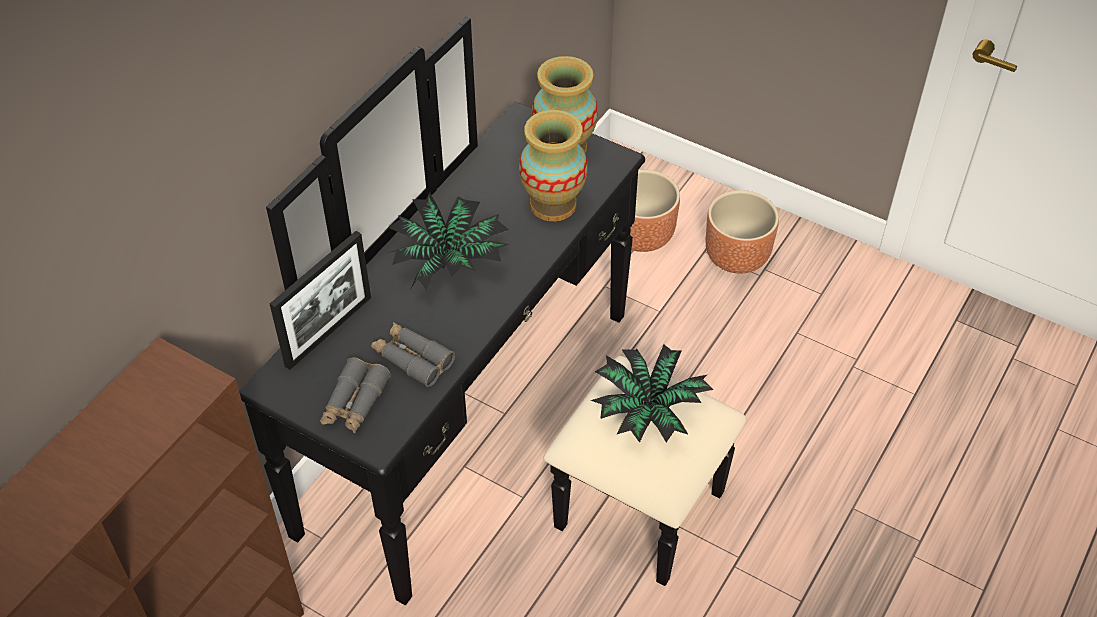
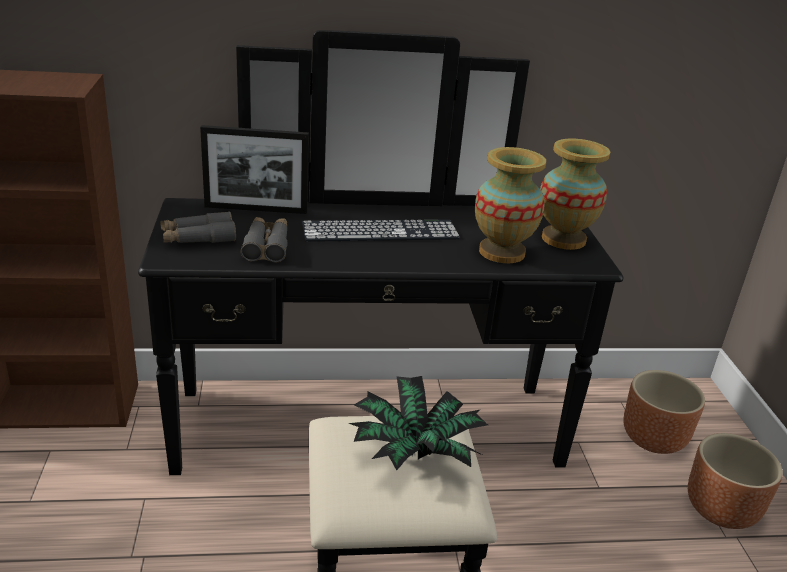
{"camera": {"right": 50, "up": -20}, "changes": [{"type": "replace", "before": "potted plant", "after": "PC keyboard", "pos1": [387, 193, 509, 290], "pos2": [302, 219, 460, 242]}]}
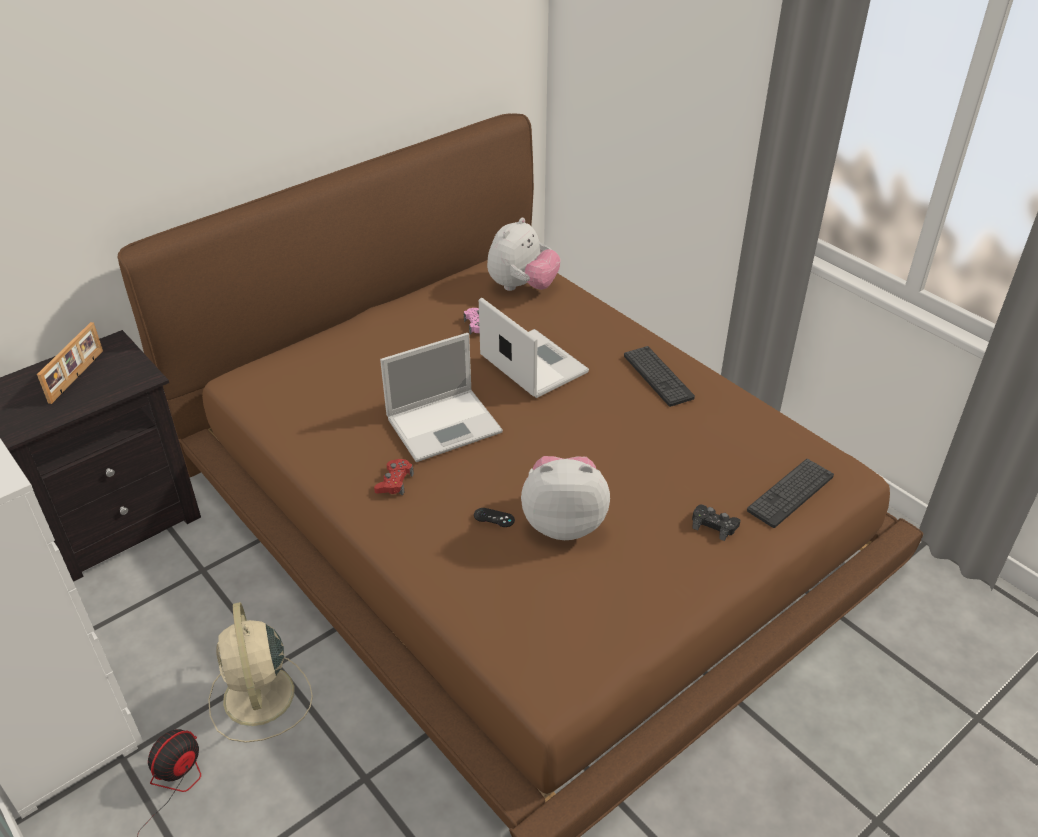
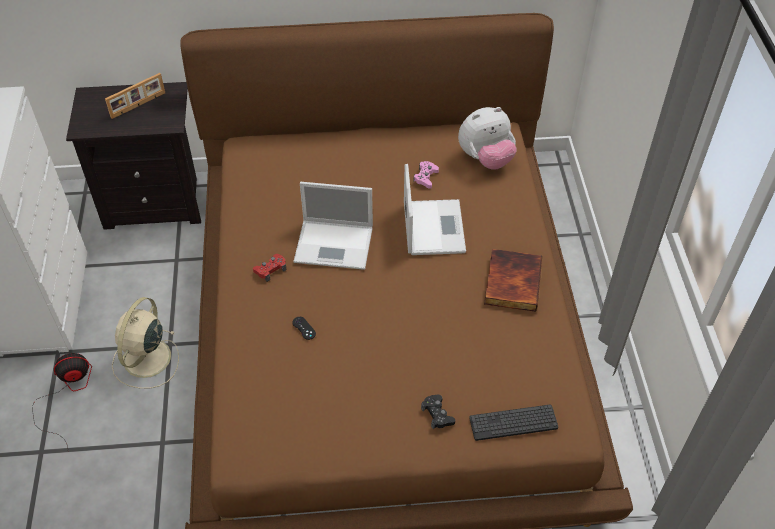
{"camera": {"right": 35, "up": 10}, "changes": [{"type": "replace", "before": "PC keyboard", "after": "book", "pos1": [624, 346, 695, 407], "pos2": [484, 249, 542, 312]}, {"type": "delete", "before": "cuddly toy", "pos1": [521, 456, 610, 540]}]}
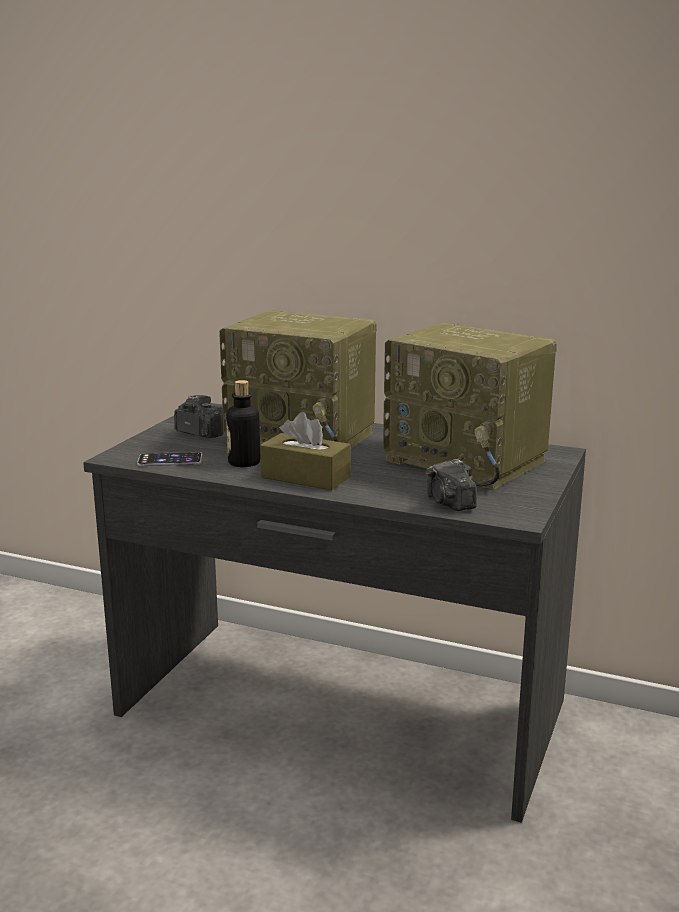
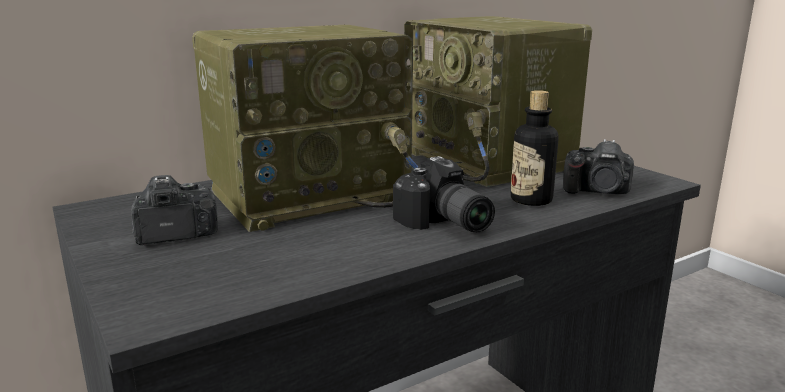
{"camera": {"right": -55, "up": 0}, "changes": [{"type": "replace", "before": "brown-coloured tissue box", "after": "still camera", "pos1": [260, 412, 351, 490], "pos2": [393, 156, 495, 232]}, {"type": "rotate", "before": "radio receiver", "pos1": [383, 322, 557, 490], "pos2": [404, 16, 592, 187], "turn": 75}, {"type": "move", "before": "bottle", "pos1": [226, 380, 260, 467], "pos2": [511, 90, 558, 206]}, {"type": "delete", "before": "handset", "pos1": [137, 452, 202, 466]}]}
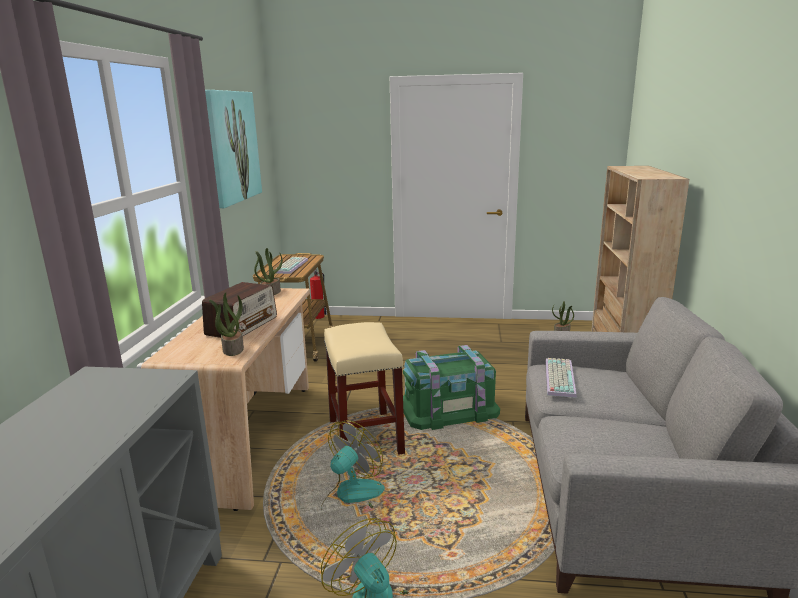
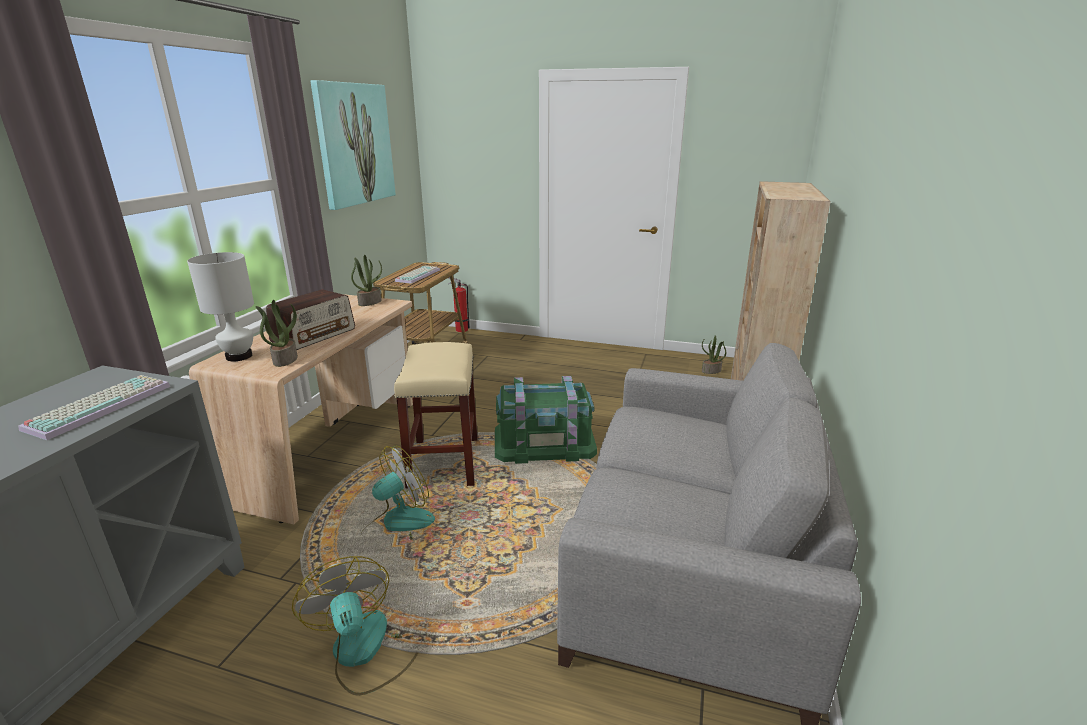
{"camera": {"right": 10, "up": 5}, "changes": [{"type": "move", "before": "PC keyboard", "pos1": [545, 358, 577, 398], "pos2": [18, 375, 171, 440]}, {"type": "insert", "after": "white lamp for a table", "pos2": [187, 252, 254, 361]}]}
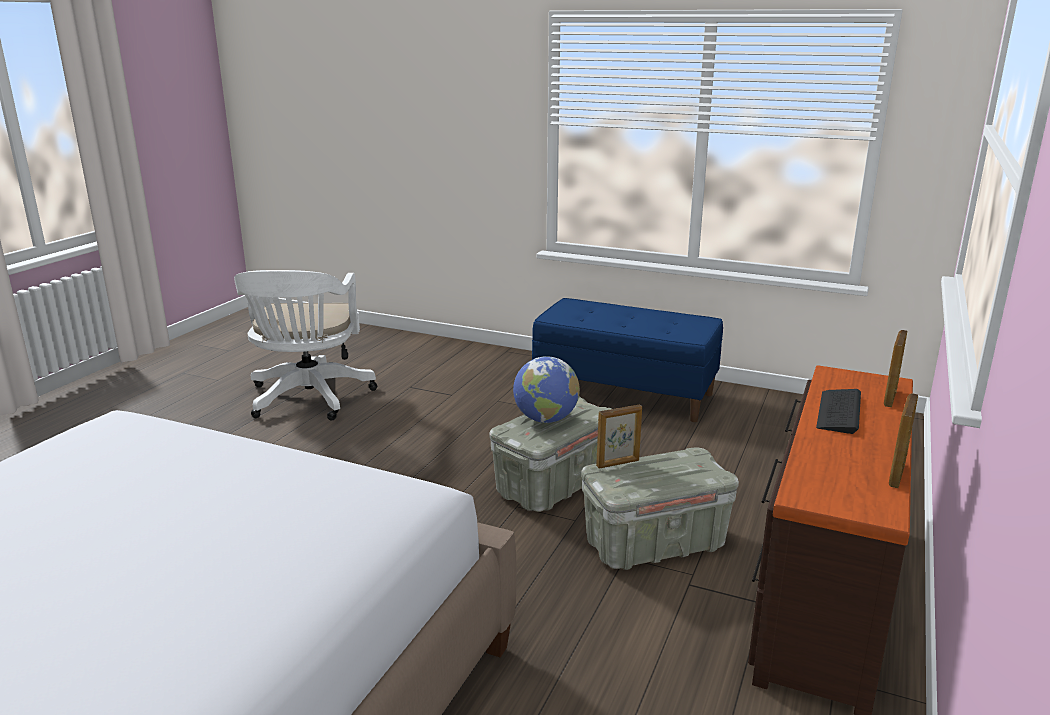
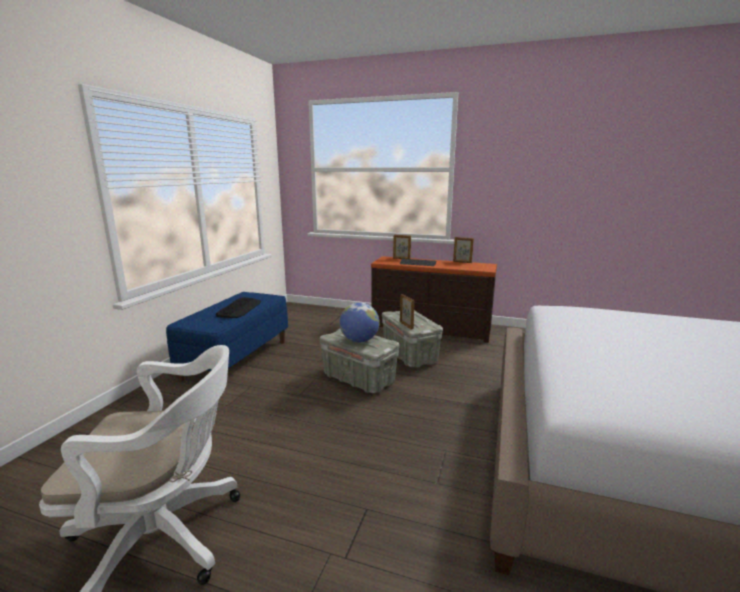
{"camera": {"right": -95, "up": -5}, "changes": [{"type": "insert", "after": "PC keyboard", "pos2": [216, 297, 261, 318]}]}
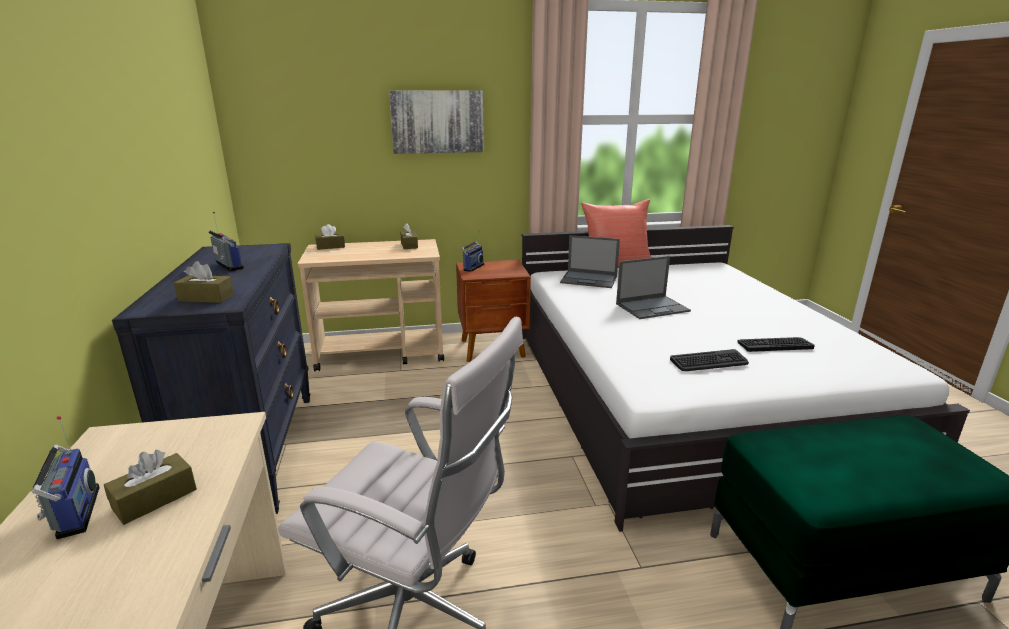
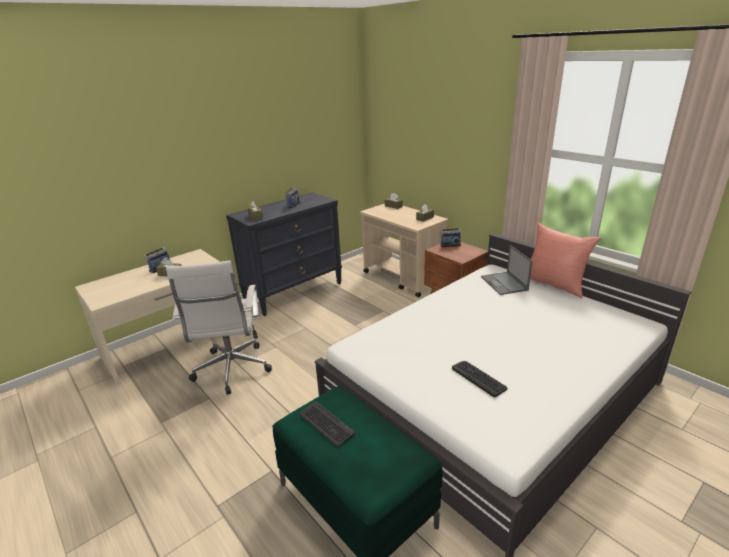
{"camera": {"right": 60, "up": 5}, "changes": [{"type": "move", "before": "PC keyboard", "pos1": [670, 349, 749, 371], "pos2": [300, 401, 355, 447]}, {"type": "delete", "before": "wall art", "pos1": [389, 90, 484, 154]}, {"type": "delete", "before": "portable computer", "pos1": [616, 256, 691, 319]}]}
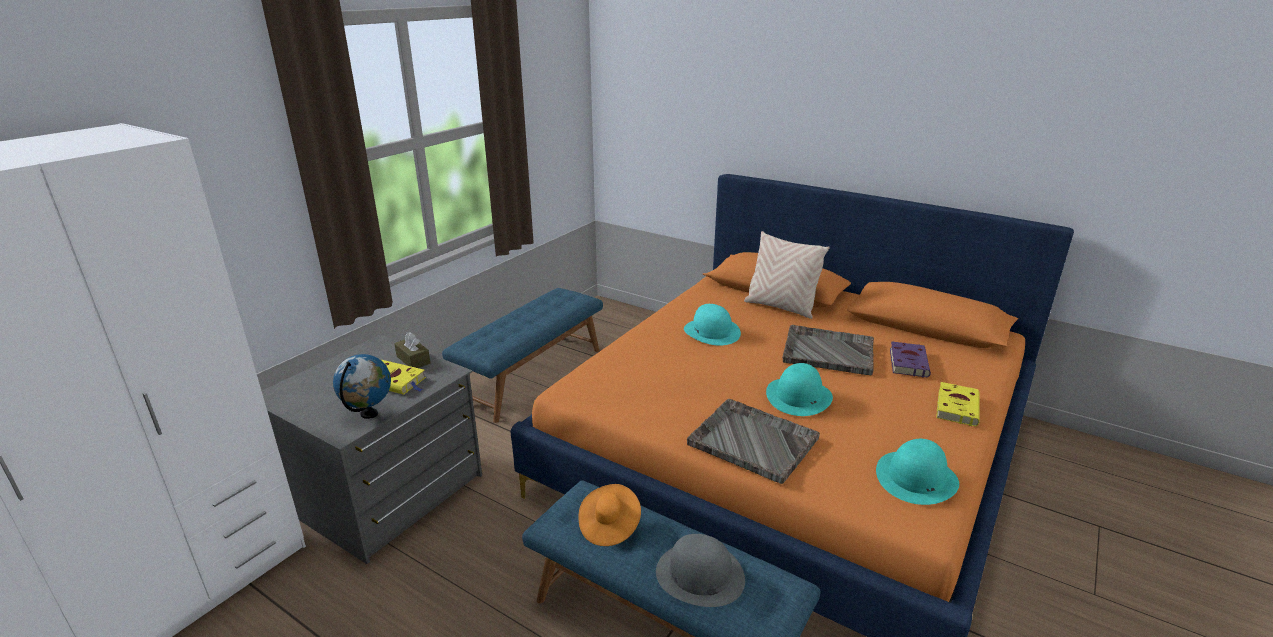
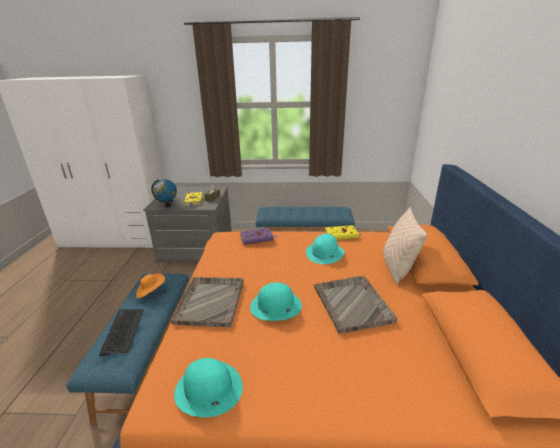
{"camera": {"right": 60, "up": 0}, "changes": [{"type": "replace", "before": "greyish wearable hat", "after": "PC keyboard", "pos1": [656, 534, 745, 607], "pos2": [99, 309, 143, 356]}, {"type": "move", "before": "purple book", "pos1": [890, 341, 931, 377], "pos2": [240, 228, 277, 245]}, {"type": "move", "before": "yellowish book", "pos1": [936, 382, 979, 427], "pos2": [325, 225, 361, 240]}]}
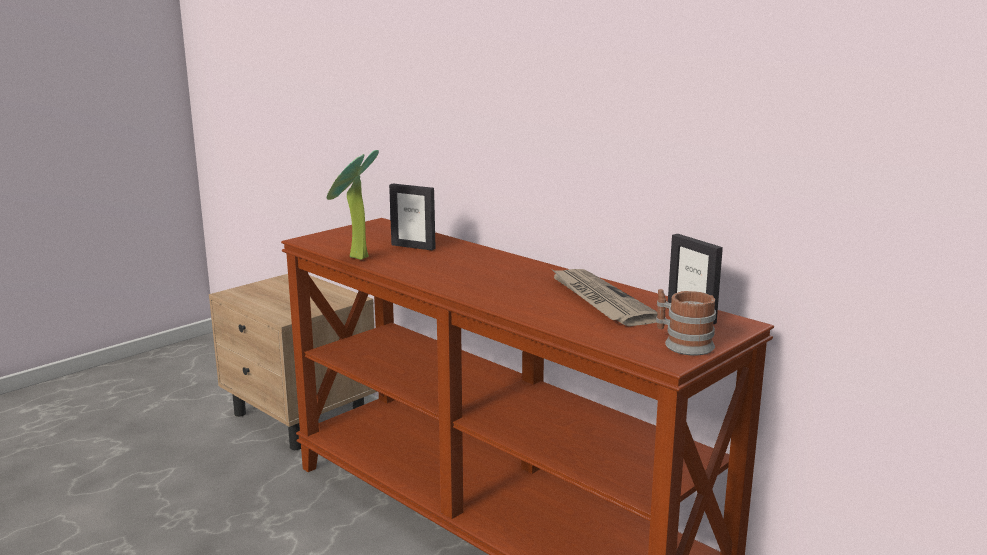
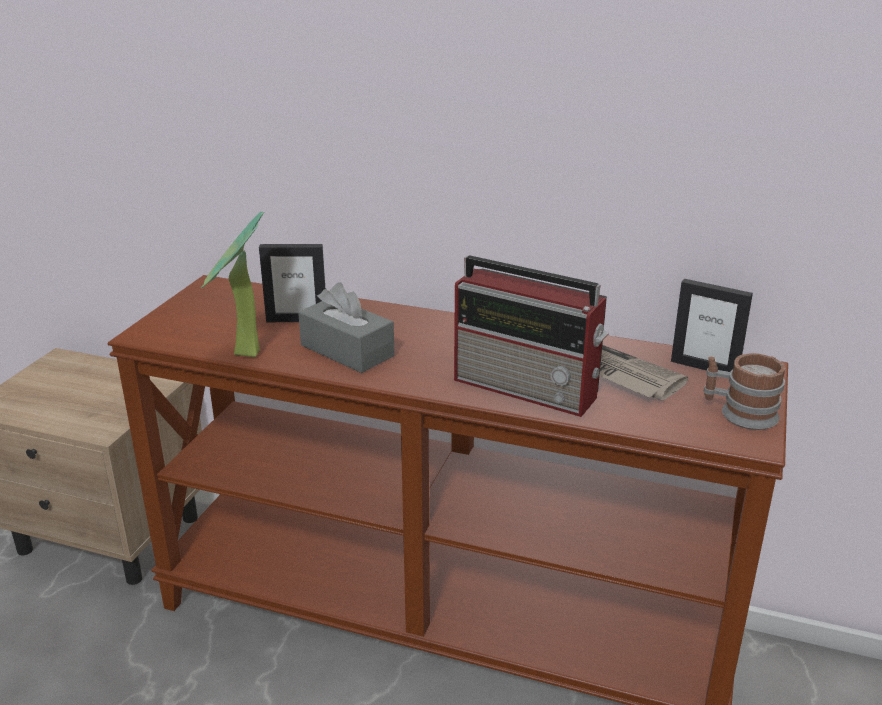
{"camera": {"right": -25, "up": 10}, "changes": [{"type": "insert", "after": "greyish tissue box", "pos2": [298, 282, 395, 373]}, {"type": "insert", "after": "radio receiver", "pos2": [454, 255, 609, 417]}]}
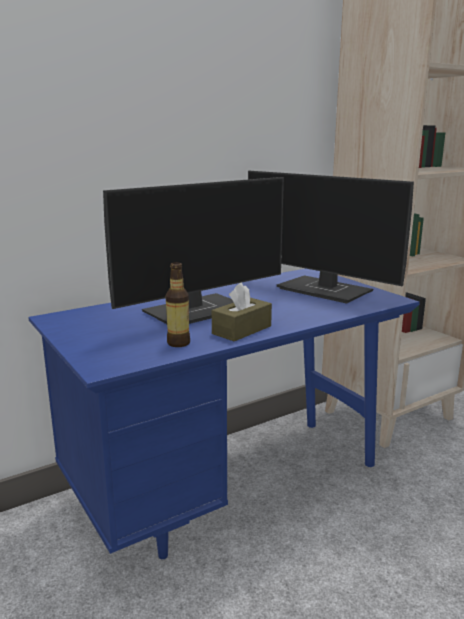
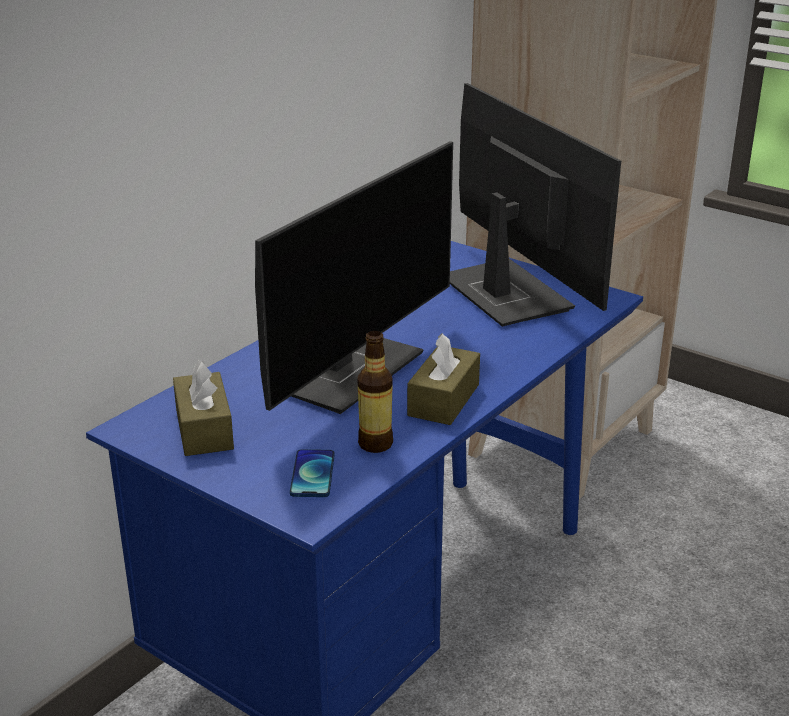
{"camera": {"right": -20, "up": 10}, "changes": [{"type": "insert", "after": "brown-coloured tissue box", "pos2": [173, 360, 234, 456]}, {"type": "insert", "after": "handset", "pos2": [290, 449, 335, 497]}, {"type": "rotate", "before": "computer display", "pos1": [248, 171, 414, 304], "pos2": [450, 83, 621, 327], "turn": -135}]}
